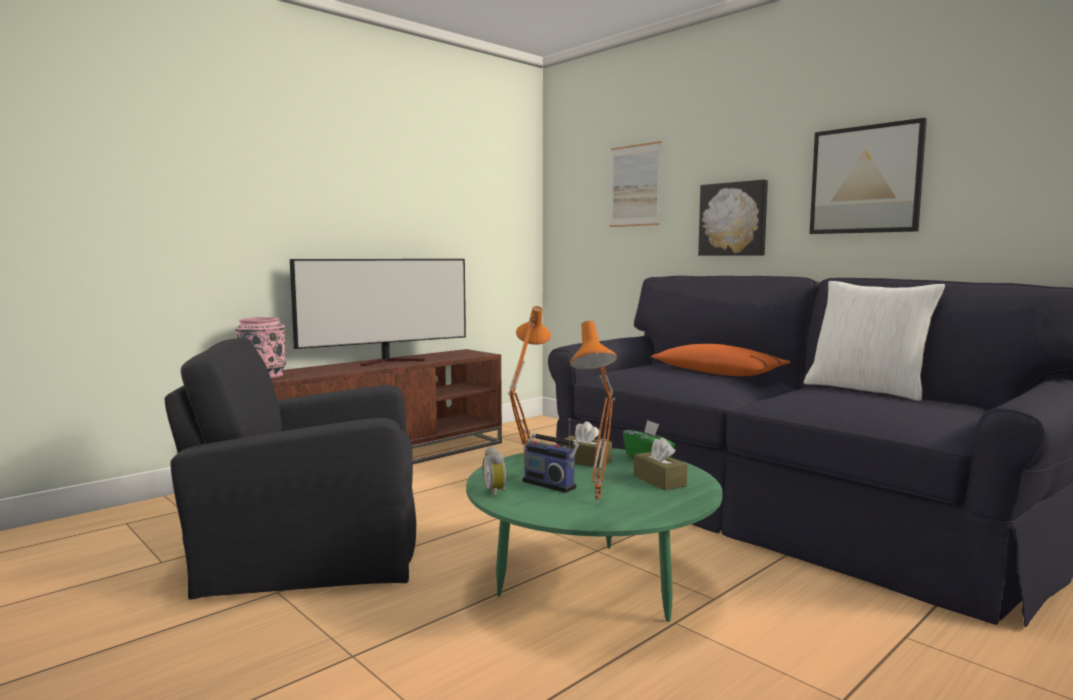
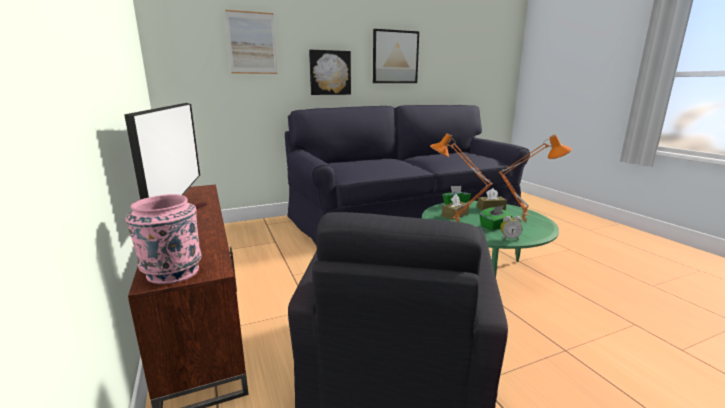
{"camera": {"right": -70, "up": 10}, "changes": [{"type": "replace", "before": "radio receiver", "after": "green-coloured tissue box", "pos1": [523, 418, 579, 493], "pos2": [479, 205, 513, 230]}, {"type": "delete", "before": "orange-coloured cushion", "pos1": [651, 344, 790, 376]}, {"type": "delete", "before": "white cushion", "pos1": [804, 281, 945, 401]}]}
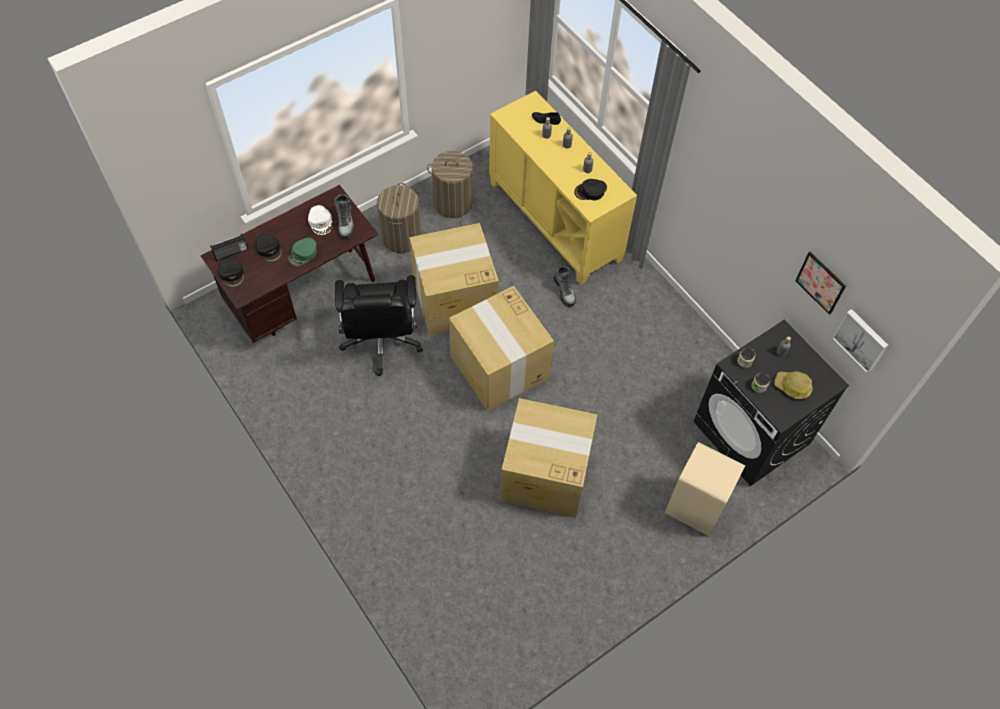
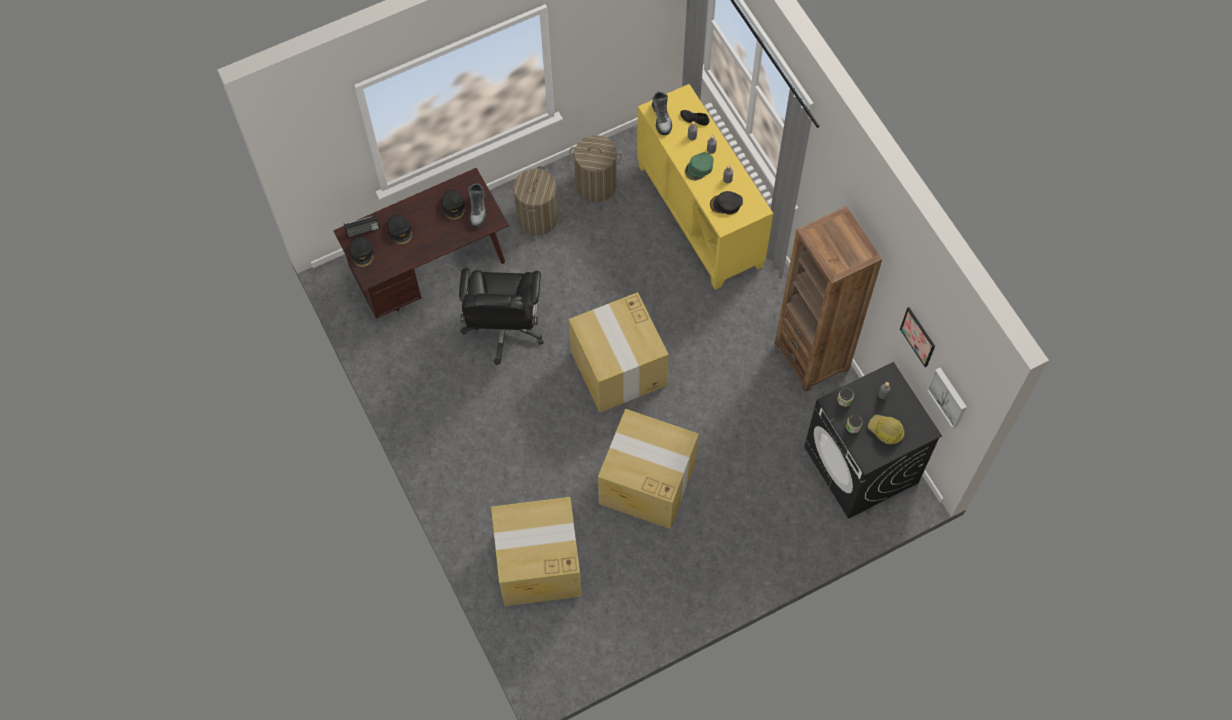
{"camera": {"right": 10, "up": 5}, "changes": [{"type": "recolor", "before": "white cap", "after": "black-coloured cap", "pos1": [308, 205, 333, 235], "pos2": [441, 190, 465, 221]}, {"type": "move", "before": "carton", "pos1": [409, 223, 499, 335], "pos2": [491, 497, 582, 606]}, {"type": "move", "before": "high-top boot", "pos1": [554, 266, 576, 307], "pos2": [652, 91, 672, 135]}, {"type": "move", "before": "green-coloured cap", "pos1": [288, 238, 317, 266], "pos2": [685, 152, 714, 180]}, {"type": "insert", "after": "brown-coloured bookcase", "pos2": [775, 206, 882, 392]}, {"type": "delete", "before": "beige-coloured trash can", "pos1": [665, 442, 745, 536]}]}
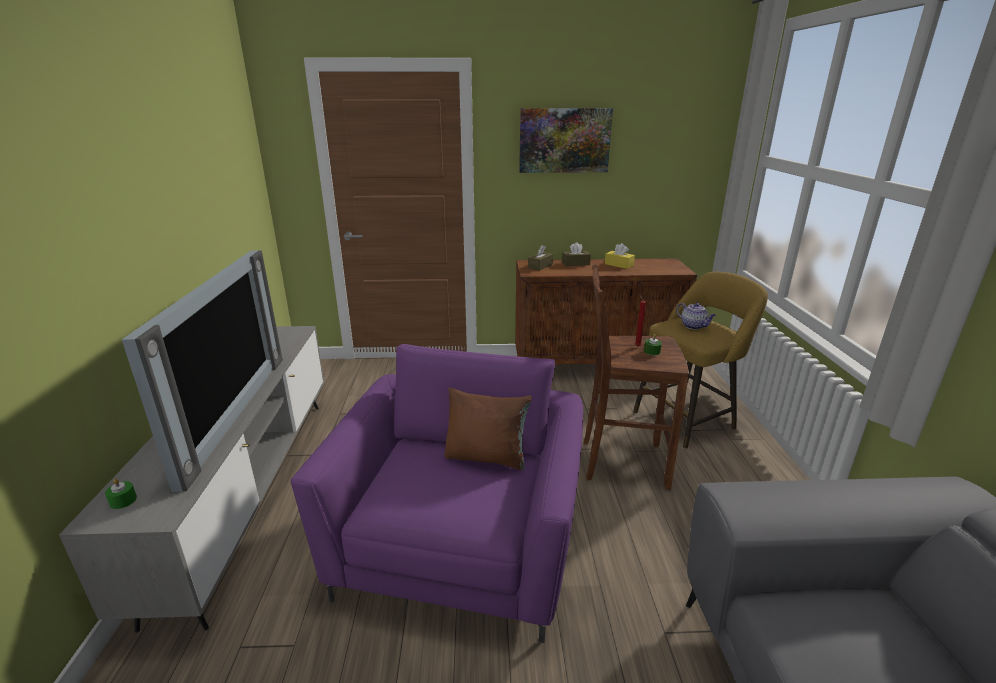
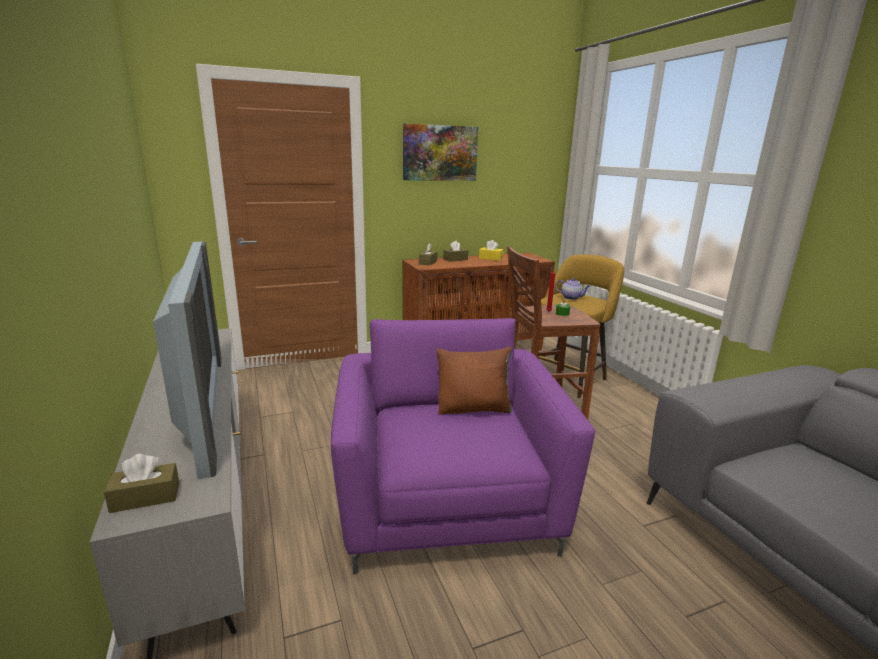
{"camera": {"right": -20, "up": -5}, "changes": [{"type": "replace", "before": "green-coloured wax candle", "after": "brown-coloured tissue box", "pos1": [105, 479, 137, 509], "pos2": [104, 454, 179, 513]}]}
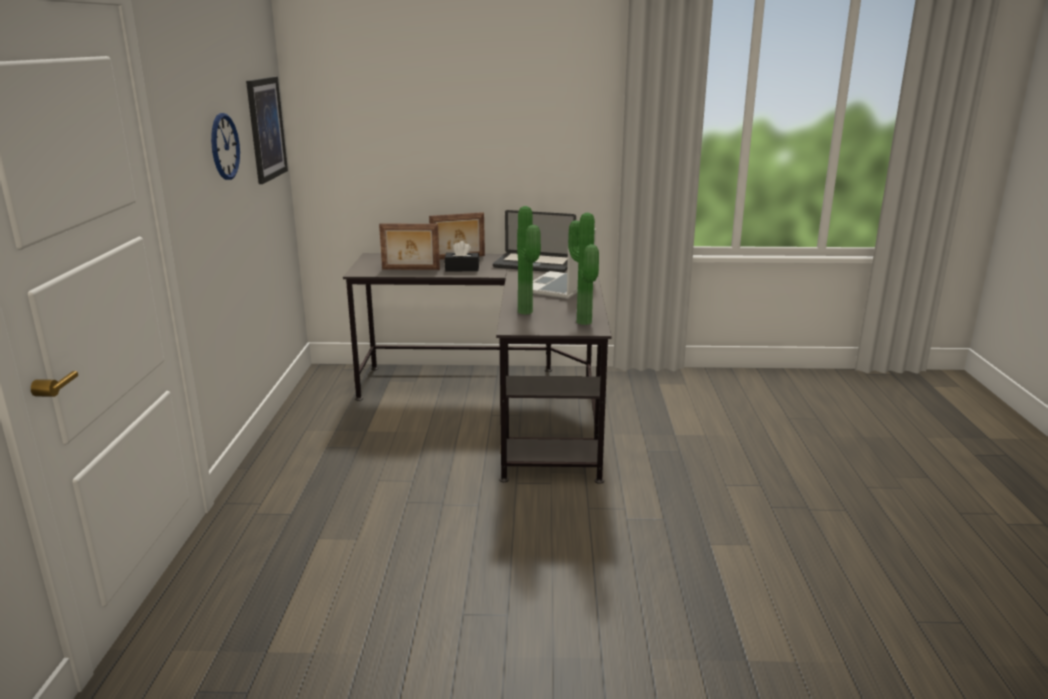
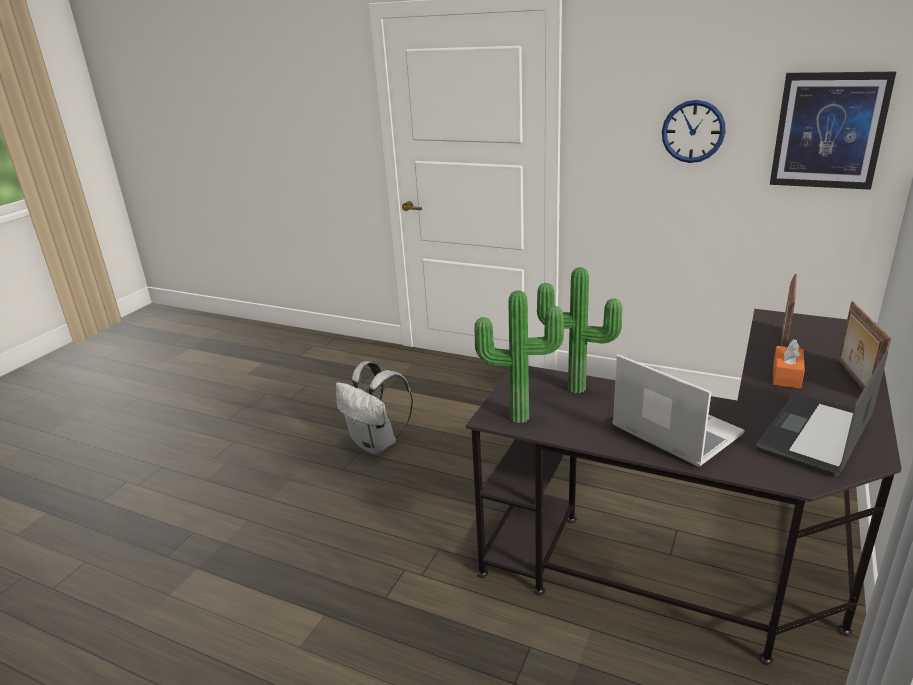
{"camera": {"right": 115, "up": 5}, "changes": [{"type": "insert", "after": "white knapsack", "pos2": [336, 361, 413, 454]}, {"type": "recolor", "before": "black-coloured tissue box", "after": "orange-coloured tissue box", "pos1": [445, 241, 479, 271], "pos2": [773, 339, 805, 389]}]}
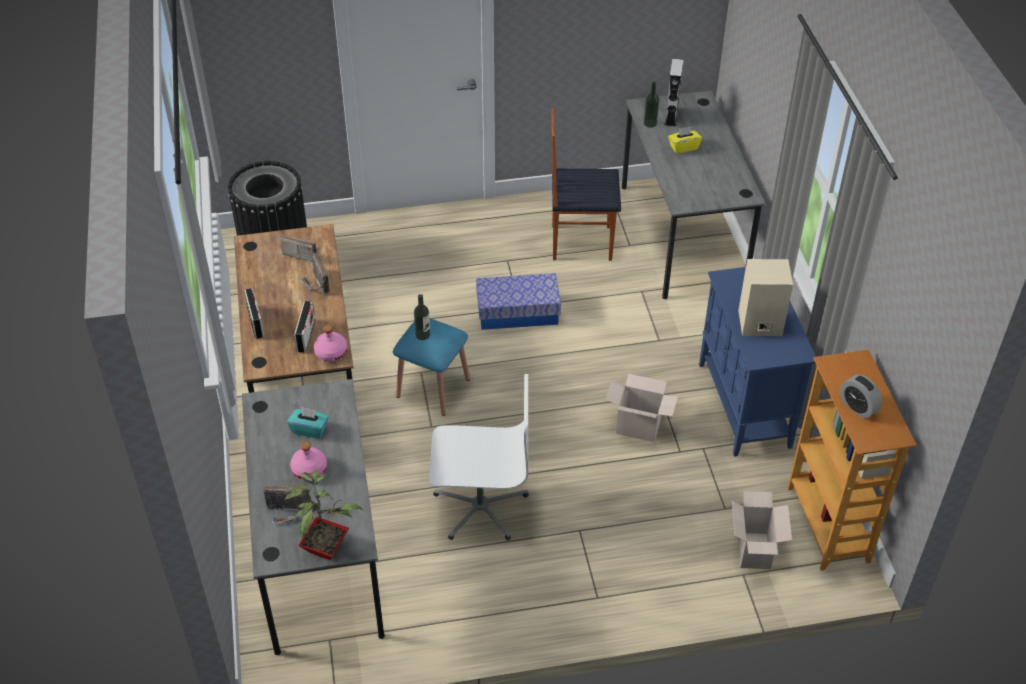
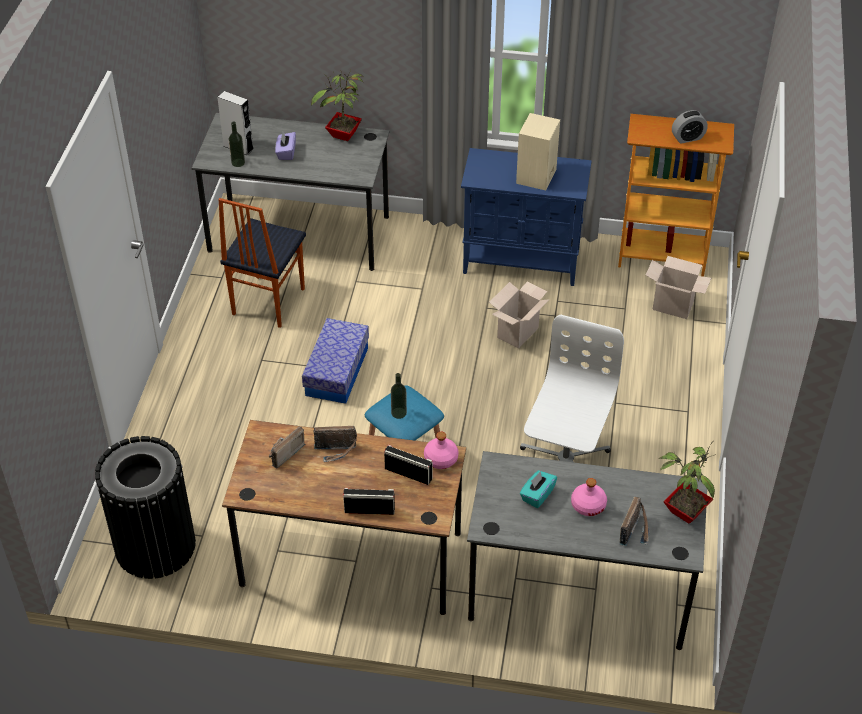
{"camera": {"right": -70, "up": 0}, "changes": [{"type": "recolor", "before": "yellowish tissue box", "after": "purple tissue box", "pos1": [668, 127, 702, 154], "pos2": [275, 132, 296, 160]}, {"type": "insert", "after": "potted plant", "pos2": [311, 70, 364, 141]}]}
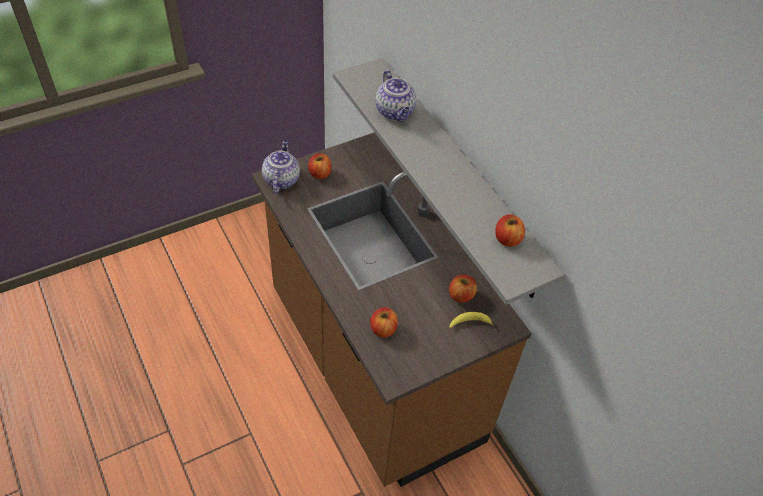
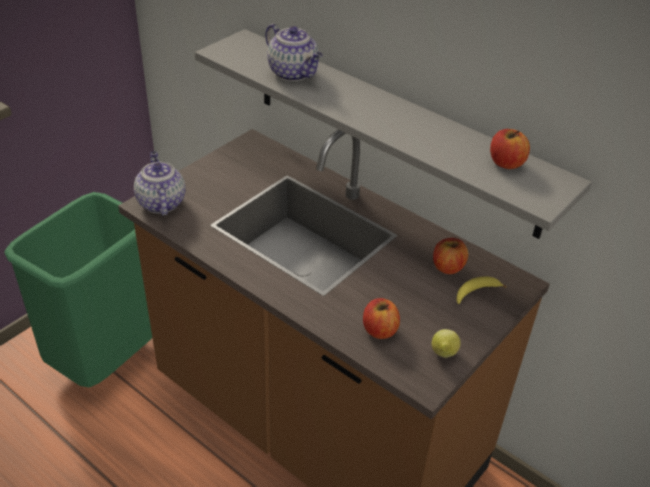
{"camera": {"right": -20, "up": -10}, "changes": [{"type": "insert", "after": "green-coloured trash can", "pos2": [4, 192, 152, 387]}, {"type": "insert", "after": "citrus fruit", "pos2": [431, 329, 461, 358]}, {"type": "delete", "before": "whole apple", "pos1": [308, 153, 332, 179]}]}
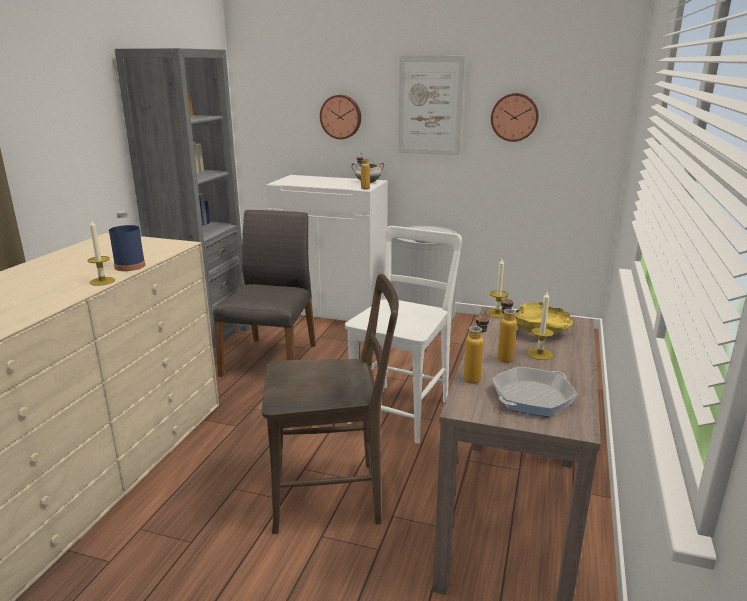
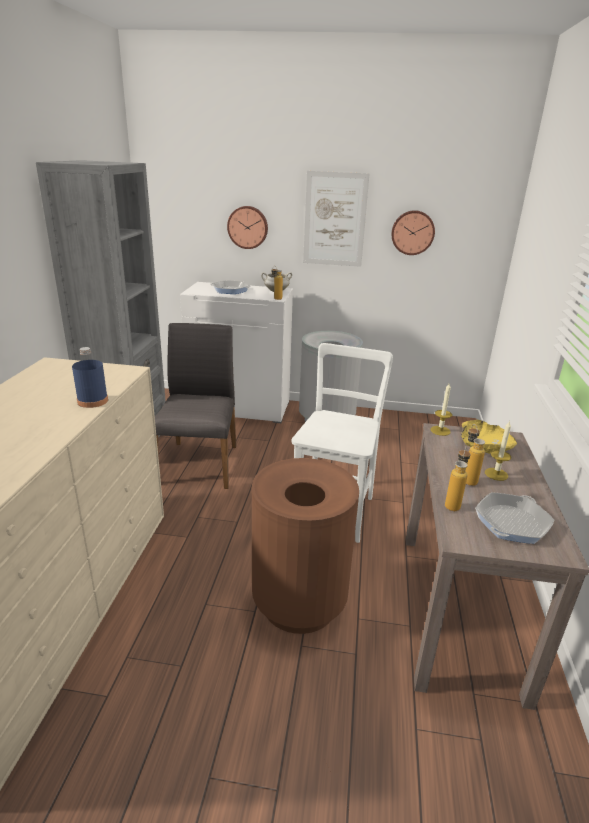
{"camera": {"right": -10, "up": 5}, "changes": [{"type": "insert", "after": "frying pan", "pos2": [210, 280, 251, 294]}, {"type": "replace", "before": "brown-coloured chair", "after": "brown-coloured trash can", "pos1": [262, 274, 399, 534], "pos2": [252, 458, 359, 634]}, {"type": "delete", "before": "wax candle", "pos1": [87, 219, 115, 286]}]}
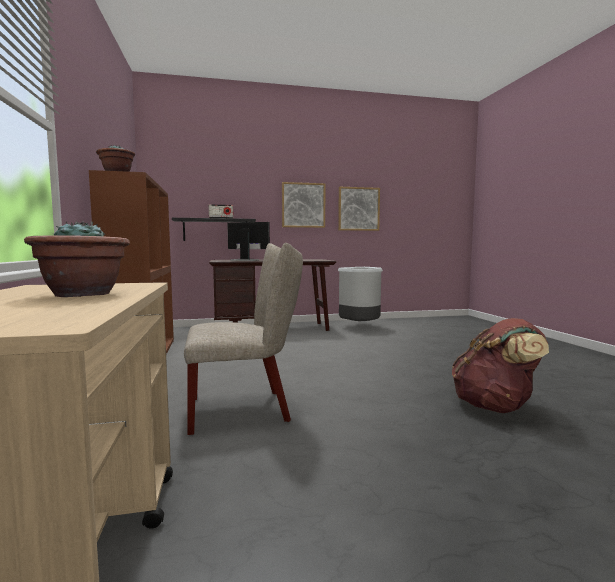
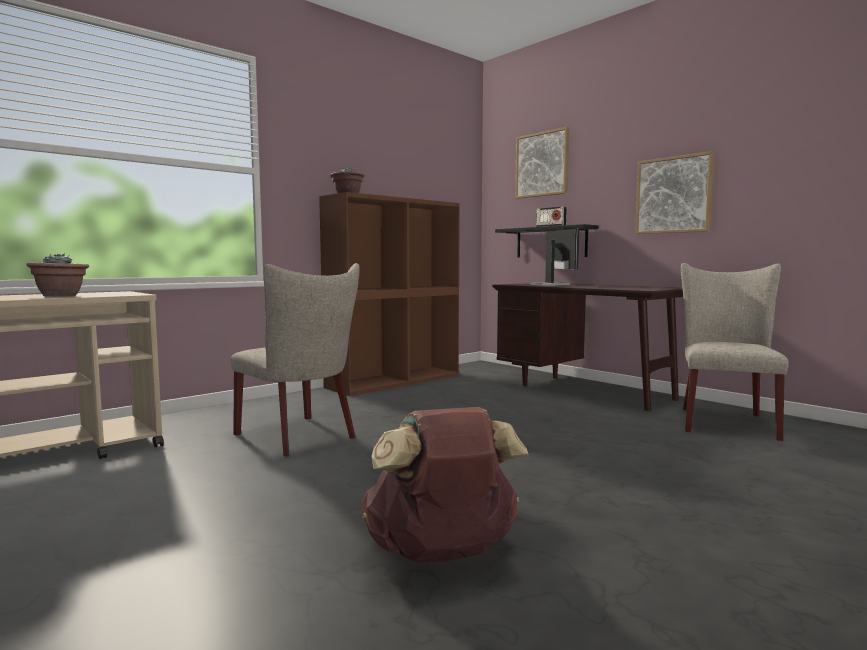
{"camera": {"right": 60, "up": 0}, "changes": [{"type": "move", "before": "wall art", "pos1": [338, 187, 380, 231], "pos2": [515, 127, 569, 199]}, {"type": "replace", "before": "greyish trash can", "after": "beige-coloured chair", "pos1": [338, 267, 383, 321], "pos2": [681, 263, 789, 441]}]}
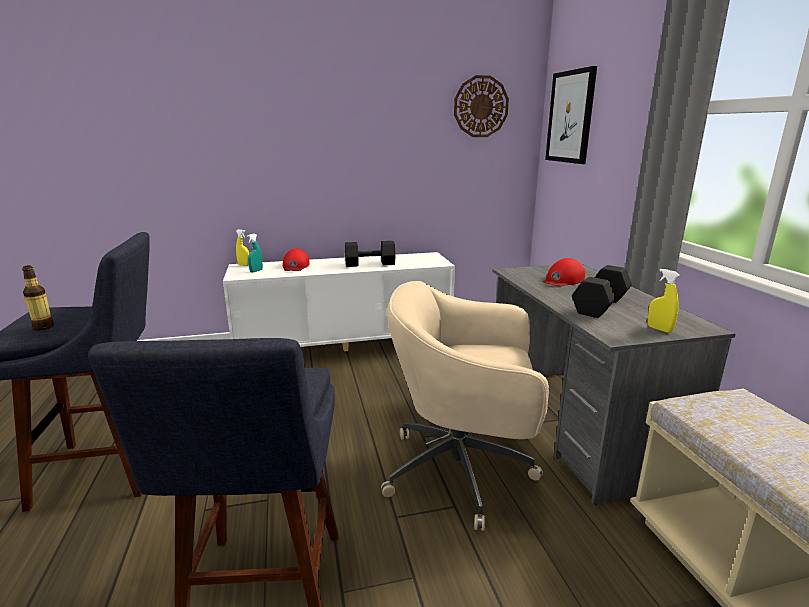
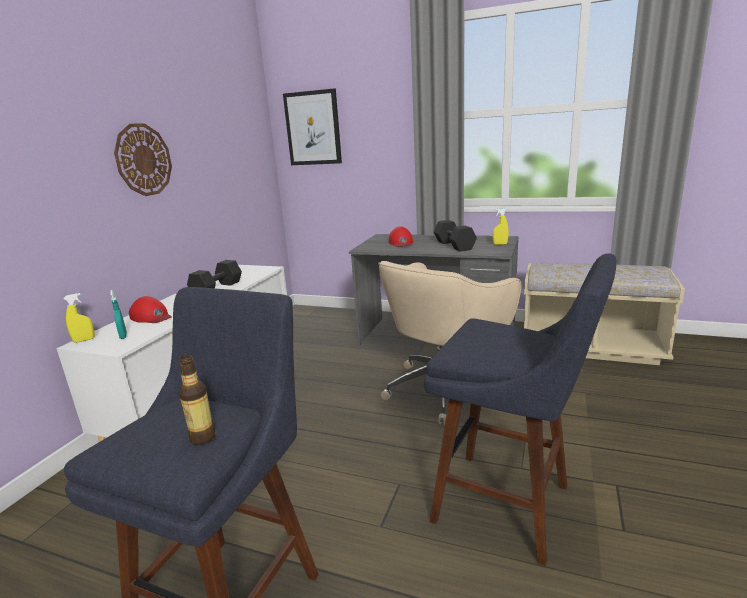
{"camera": {"right": -55, "up": 0}, "changes": [{"type": "move", "before": "wall clock", "pos1": [454, 75, 509, 137], "pos2": [114, 123, 172, 196]}]}
